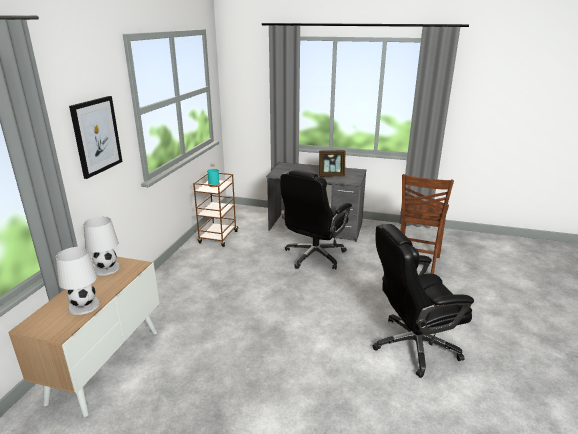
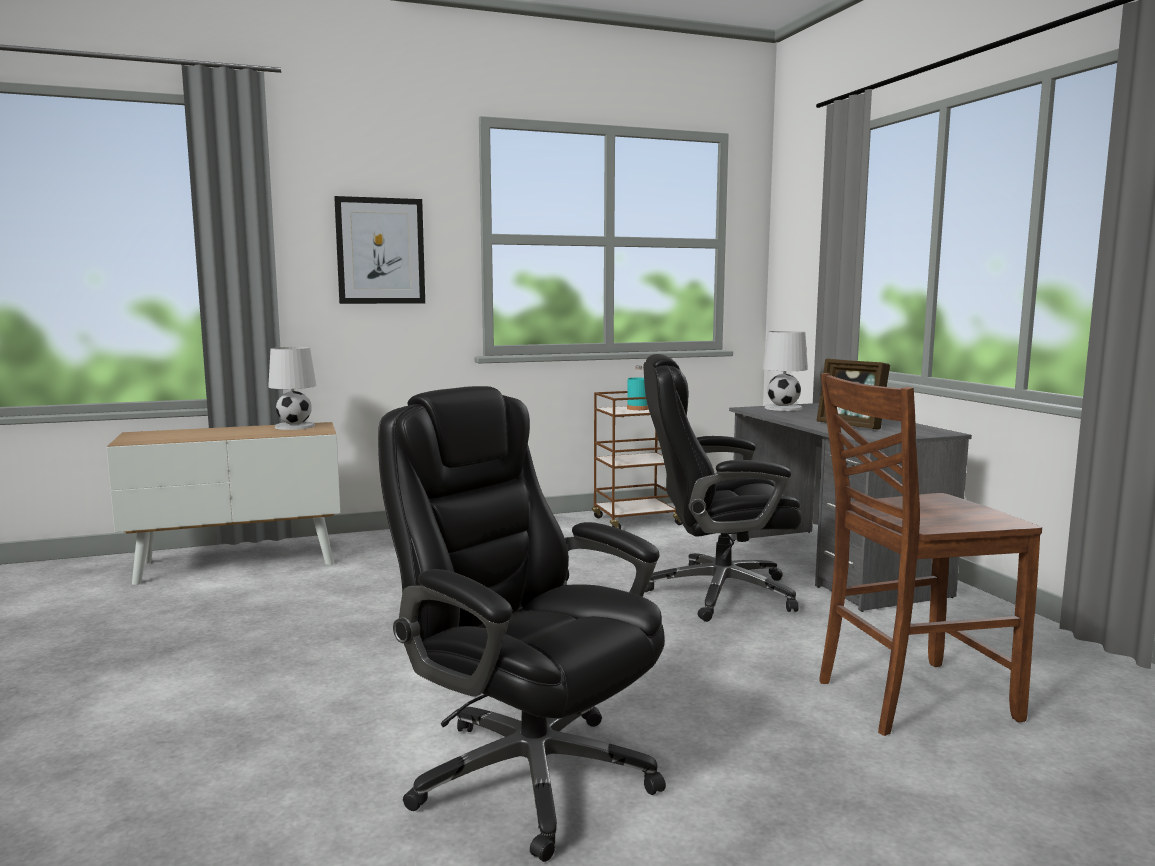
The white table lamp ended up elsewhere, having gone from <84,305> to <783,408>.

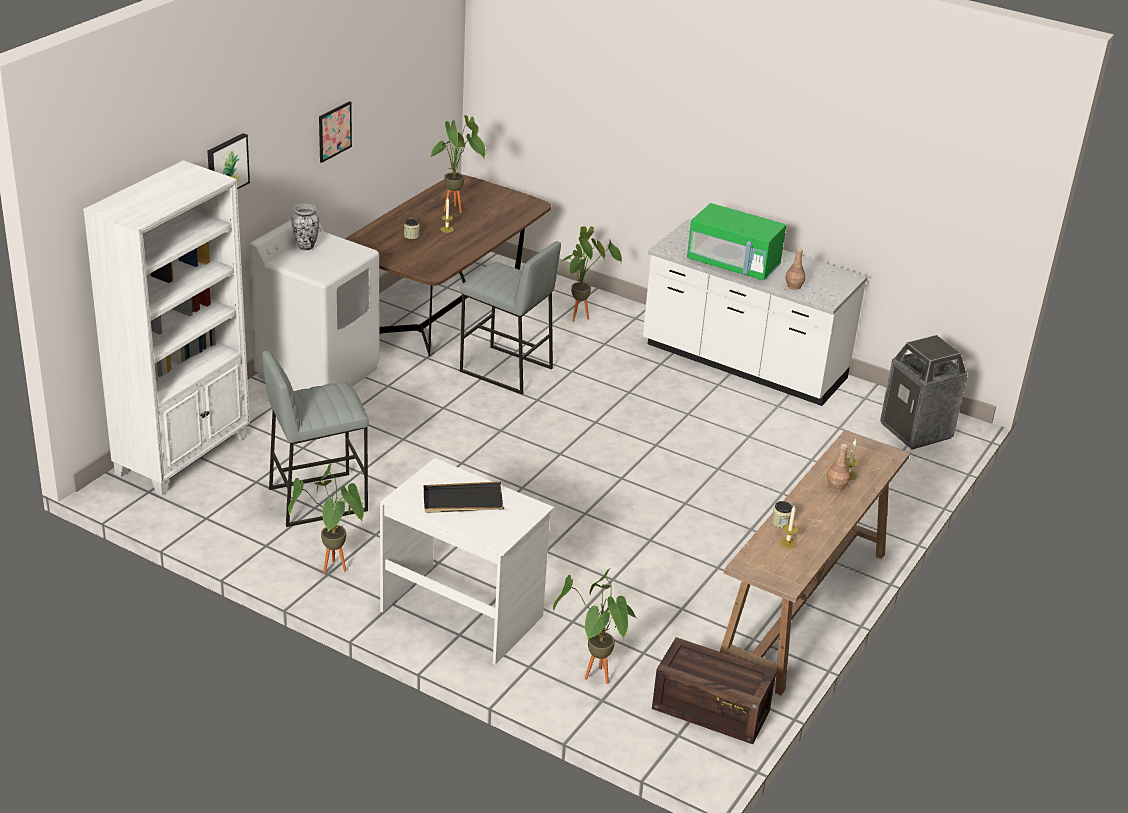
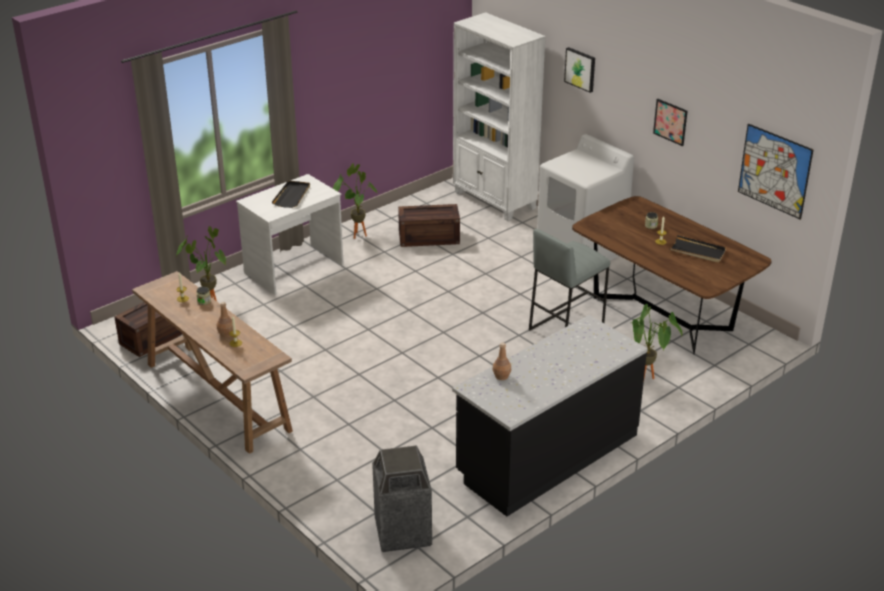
Where the potted plant stood at <458,209>, the black tray came to stand at <697,251>.
The second view lost the vase at <306,246>.
The second view lost the green microwave at <733,265>.
What was the white counter at <743,364> turned into the black counter at <547,455>.
Where the grey stool stood at <318,499>, the crate came to stand at <429,237>.
The second view gained the picture at <774,171>.

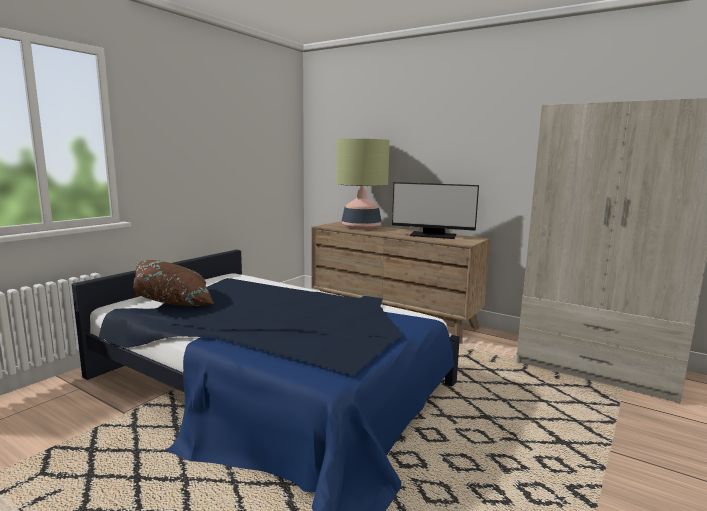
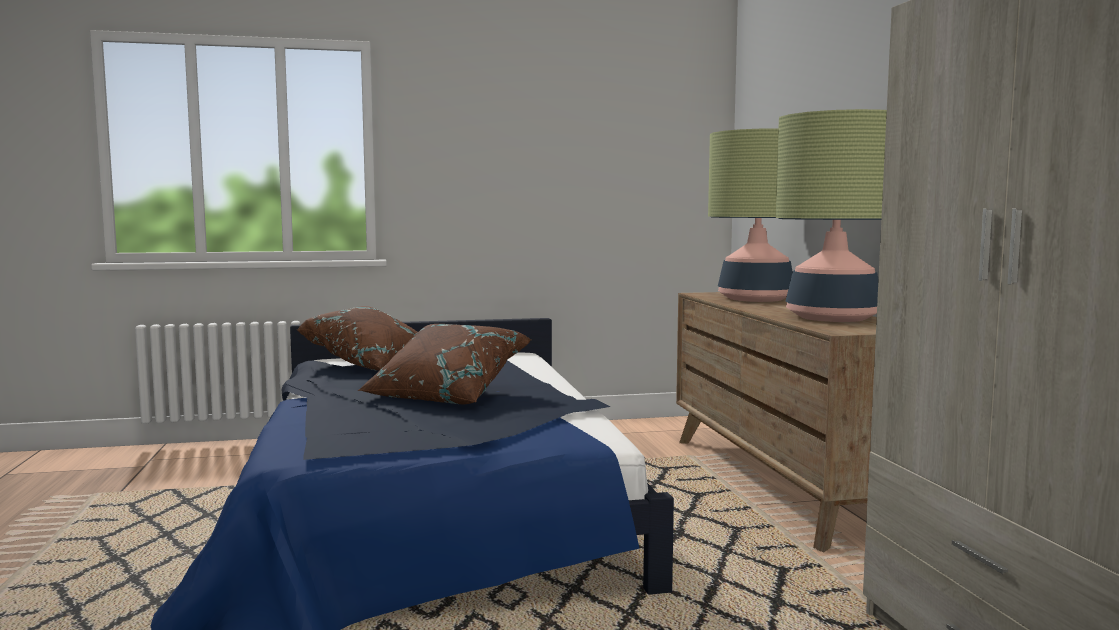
Where the monitor stood at <433,235>, the table lamp came to stand at <833,317>.
The second view gained the brown pillow at <446,394>.

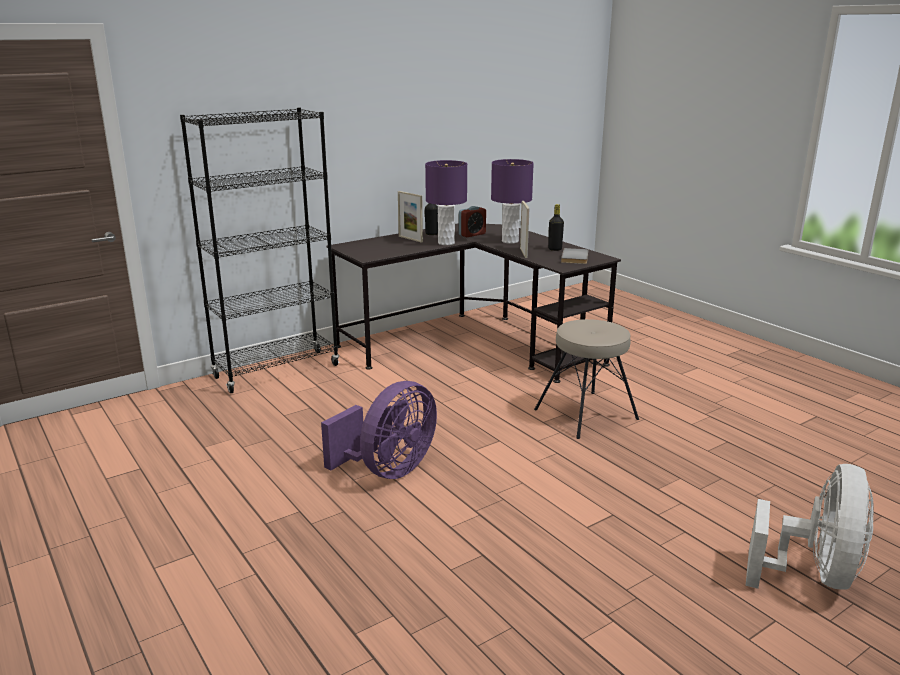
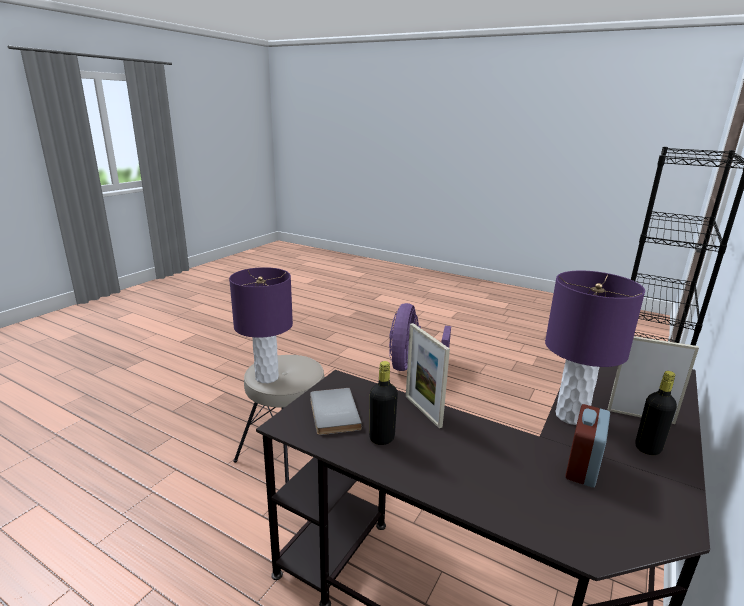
The purple table lamp ended up elsewhere, having gone from <510,241> to <266,377>.
The second view lost the white fan at <813,574>.

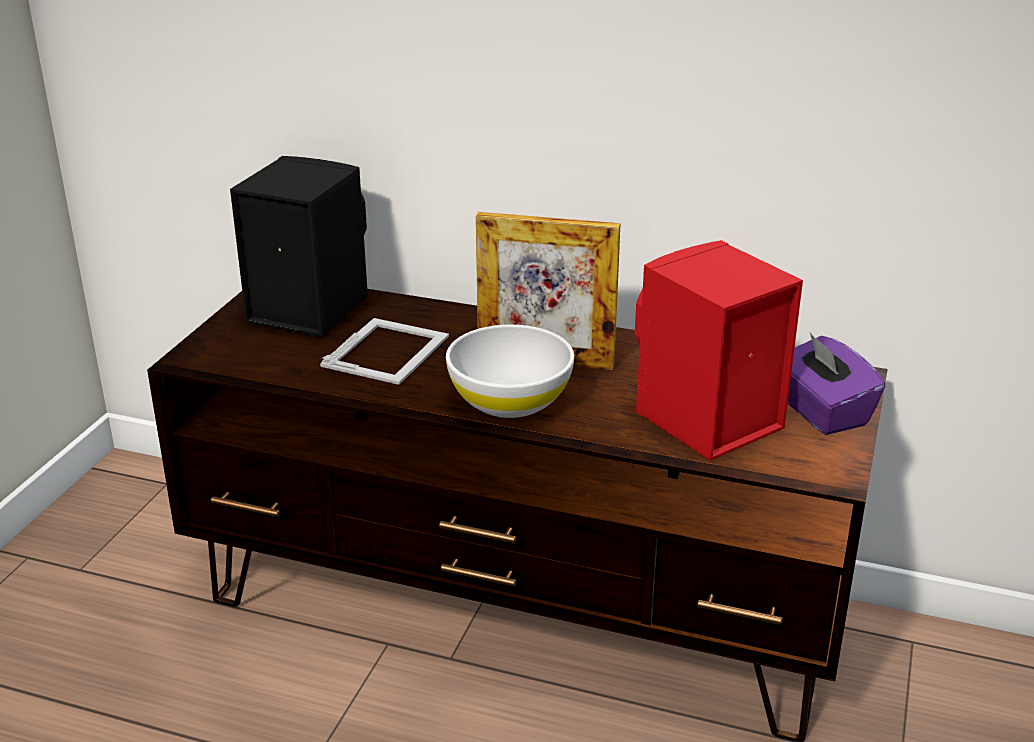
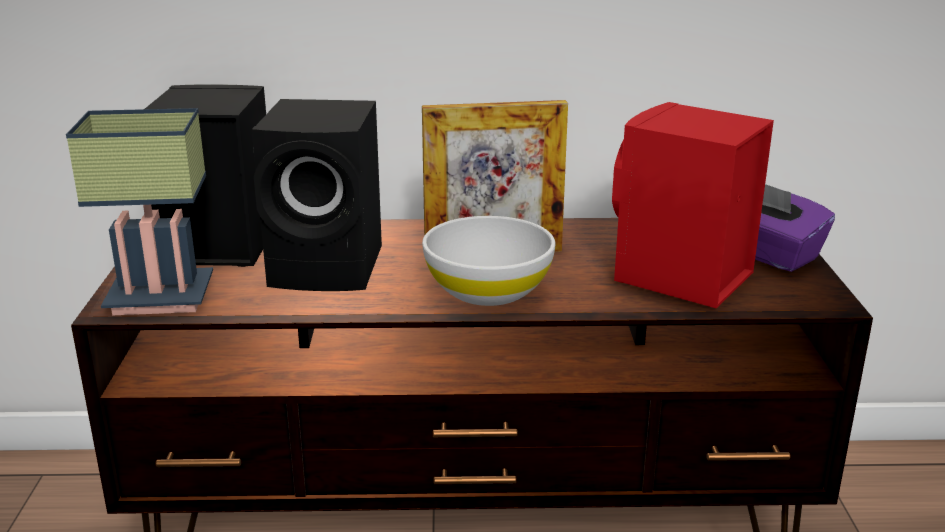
Where the picture frame stood at <387,350>, the black speaker came to stand at <331,267>.
The second view gained the table lamp at <155,300>.

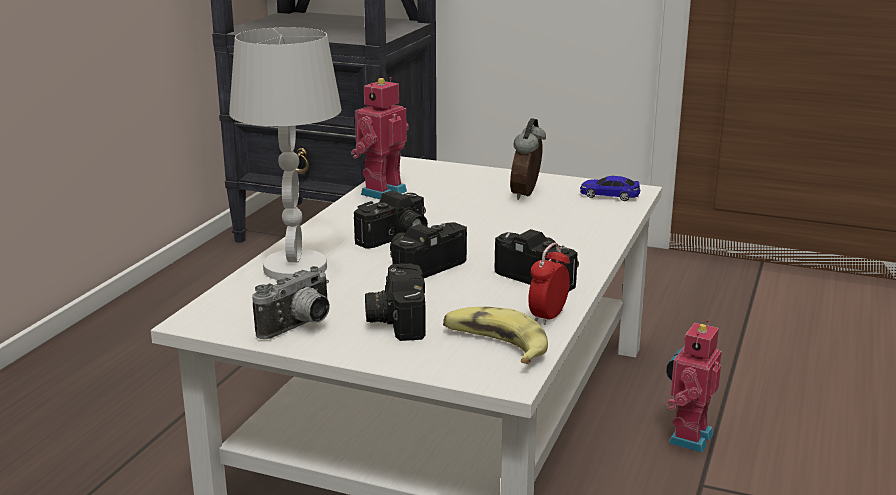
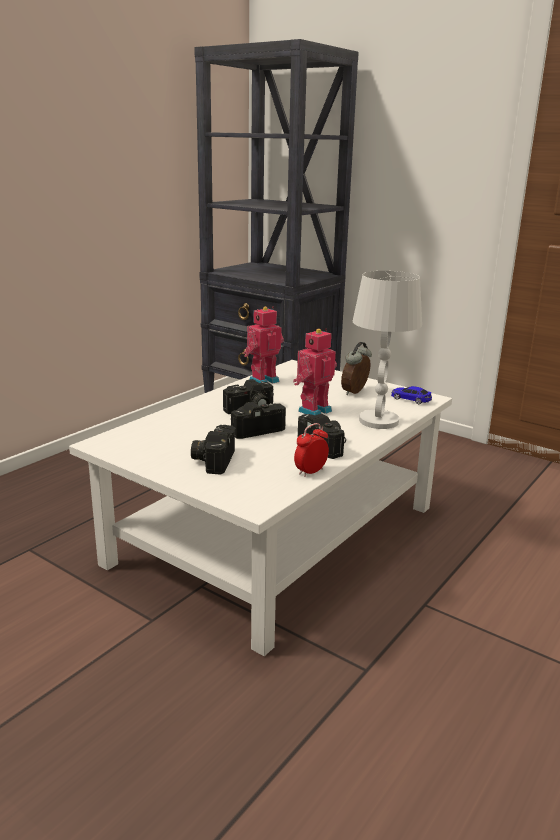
The white table lamp ended up elsewhere, having gone from <295,268> to <379,421>.
The second view lost the photo camera at <300,327>.
The second view lost the banana at <495,345>.
The toy robot ended up elsewhere, having gone from <687,437> to <313,410>.

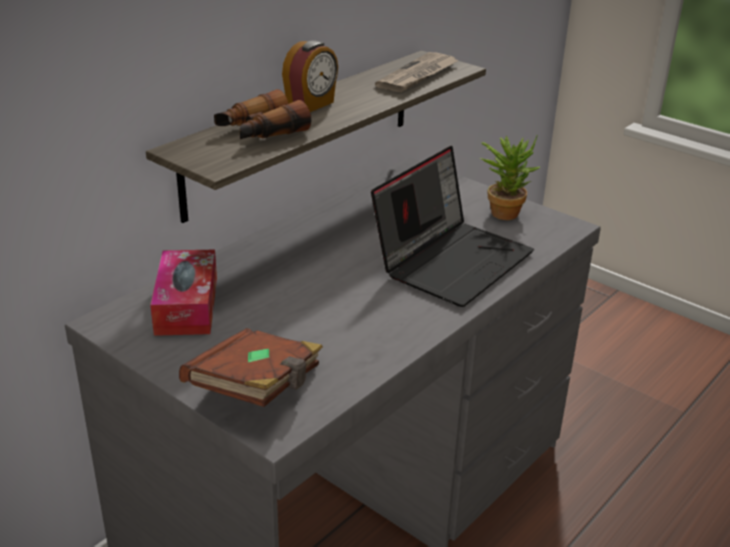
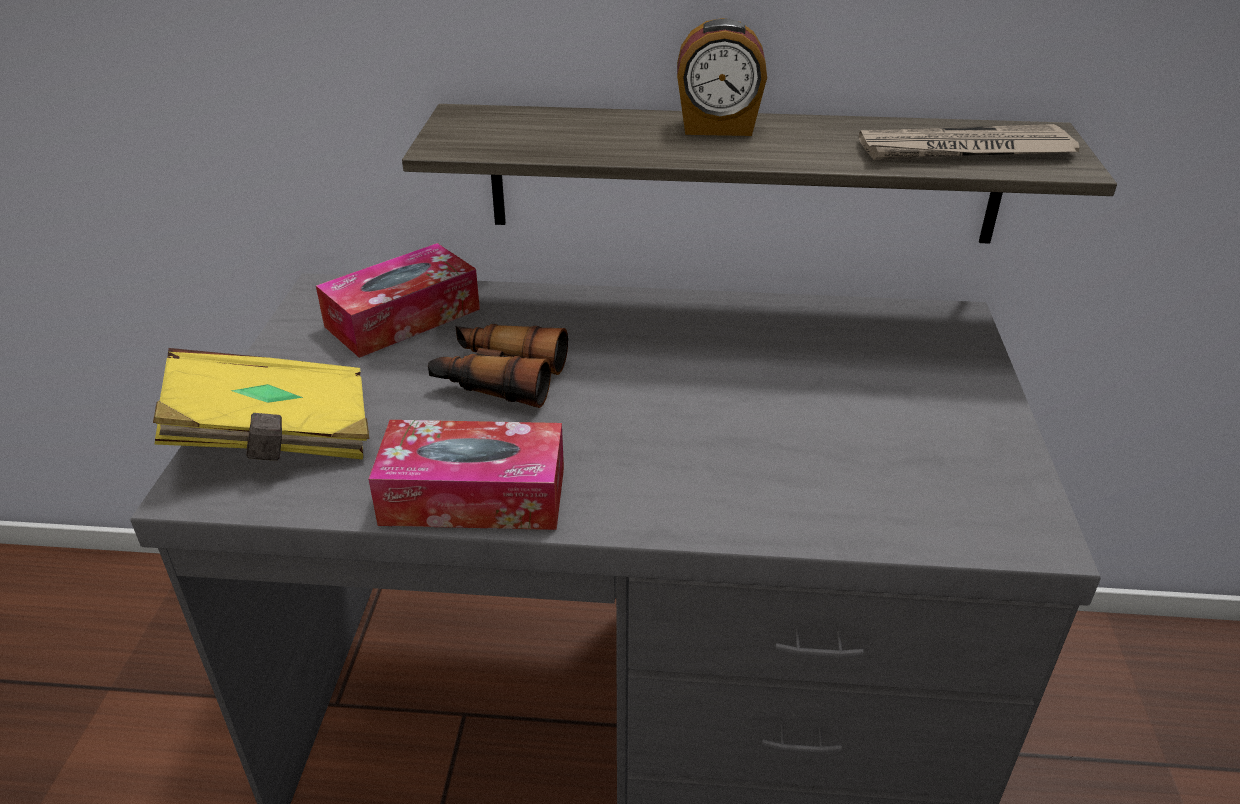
The binoculars ended up elsewhere, having gone from <260,132> to <498,378>.
The second view lost the potted plant at <504,211>.
The second view lost the laptop at <452,260>.
What was the brown book at <258,388> turned into the yellow book at <274,438>.
The second view gained the tissue box at <473,496>.

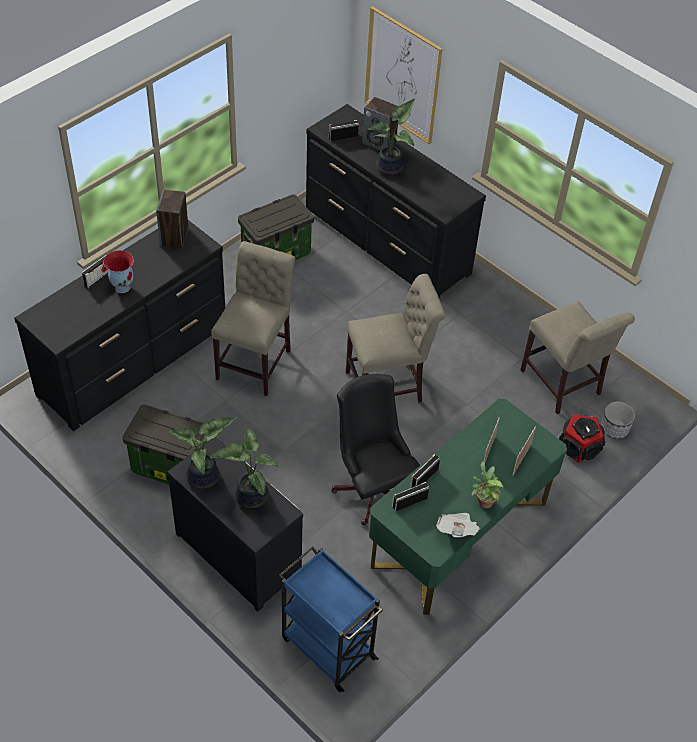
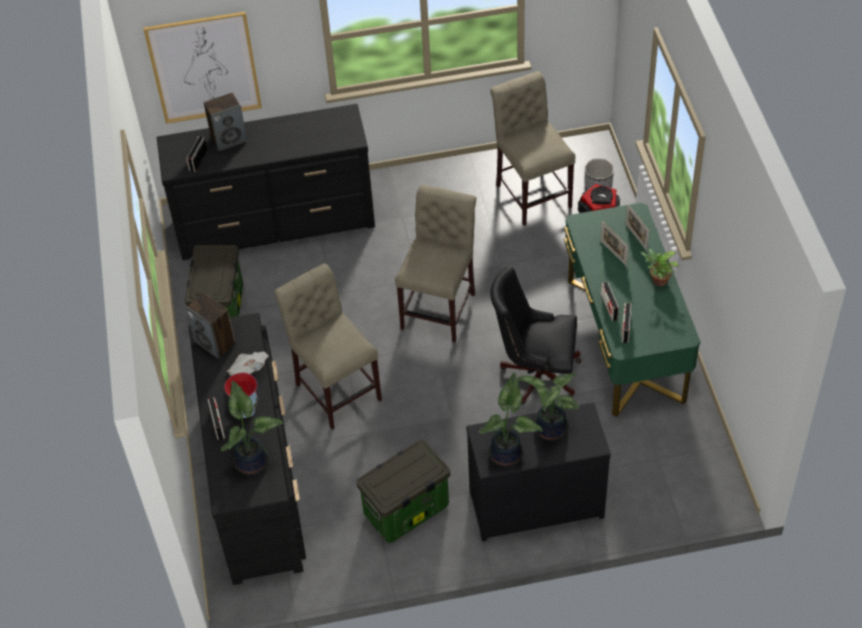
The potted plant ended up elsewhere, having gone from <391,168> to <253,460>.
The beige chair at <562,385> ended up facing another way, 120 degrees counterclockwise from before.
The newspaper ended up elsewhere, having gone from <457,530> to <249,370>.
The second view lost the blue cart at <327,647>.

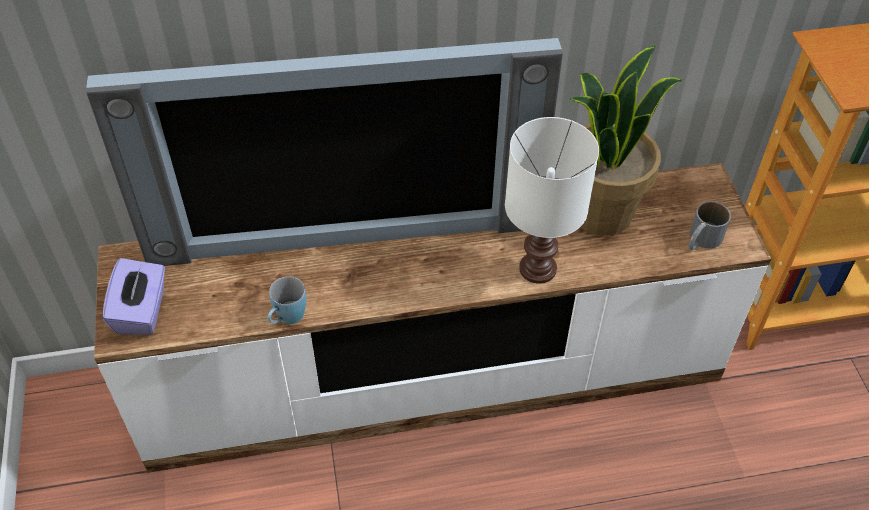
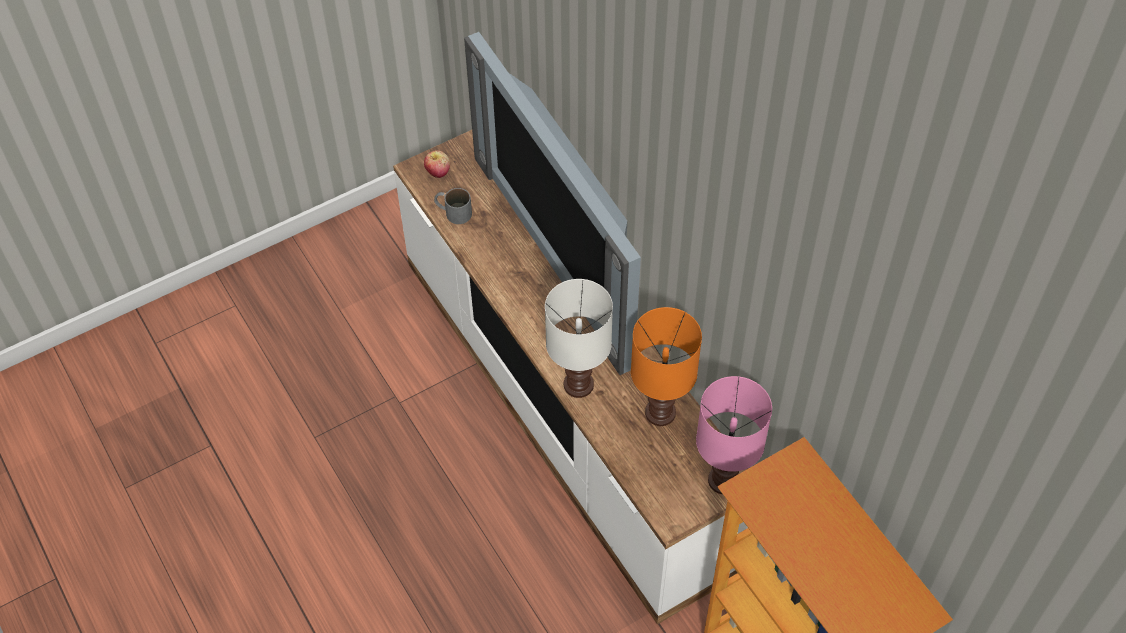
Where the potted plant stood at <601,211>, the orange table lamp came to stand at <659,412>.
The grey mug ended up elsewhere, having gone from <701,240> to <453,212>.
Where the purple tissue box stood at <142,311>, the apple came to stand at <438,172>.
The second view lost the blue mug at <287,318>.
The second view gained the pink table lamp at <722,480>.

